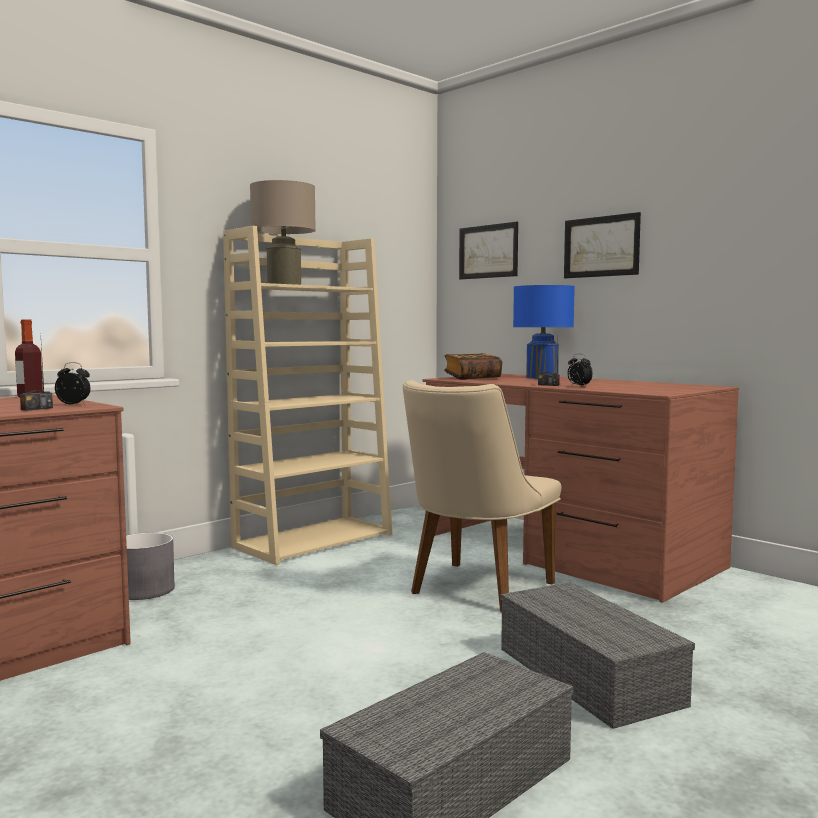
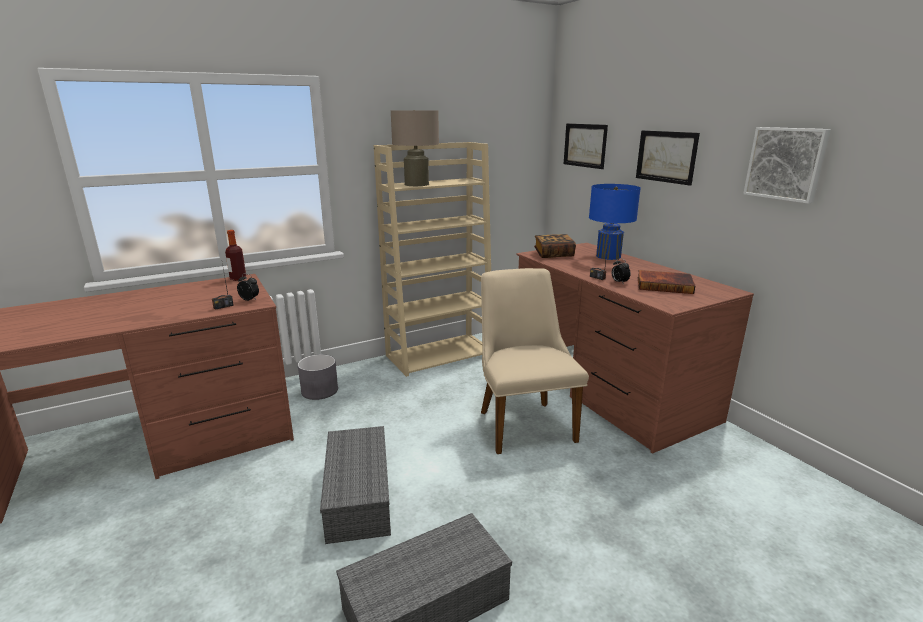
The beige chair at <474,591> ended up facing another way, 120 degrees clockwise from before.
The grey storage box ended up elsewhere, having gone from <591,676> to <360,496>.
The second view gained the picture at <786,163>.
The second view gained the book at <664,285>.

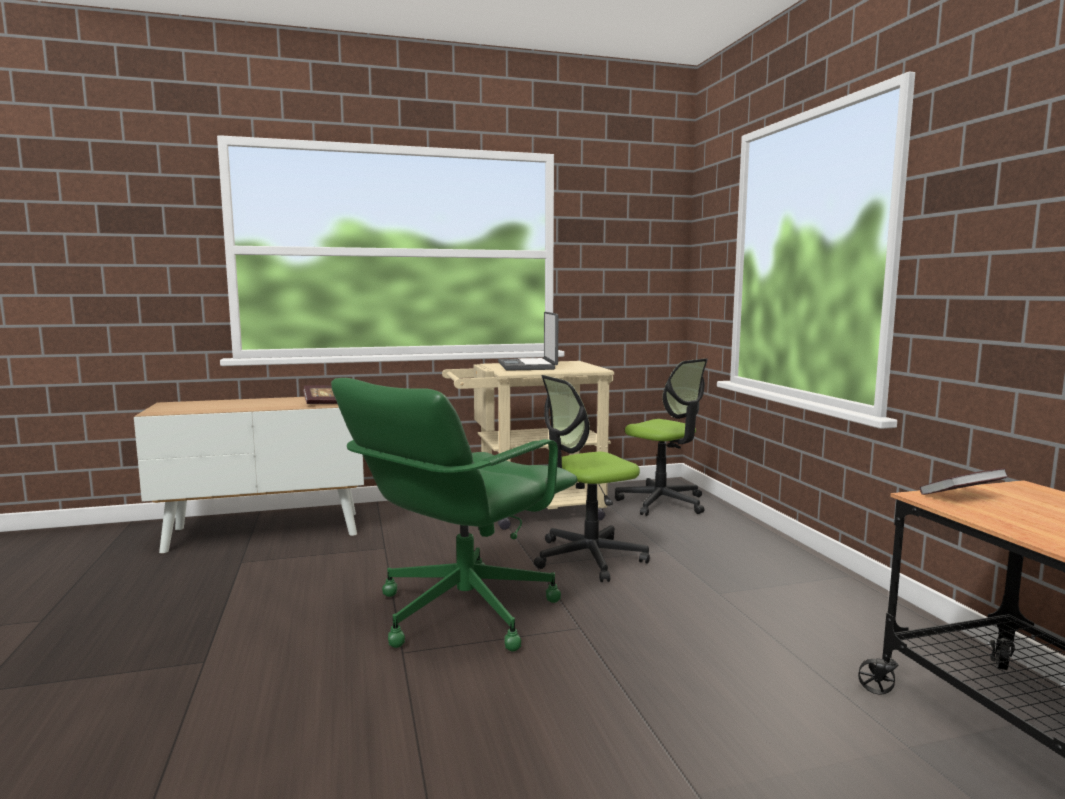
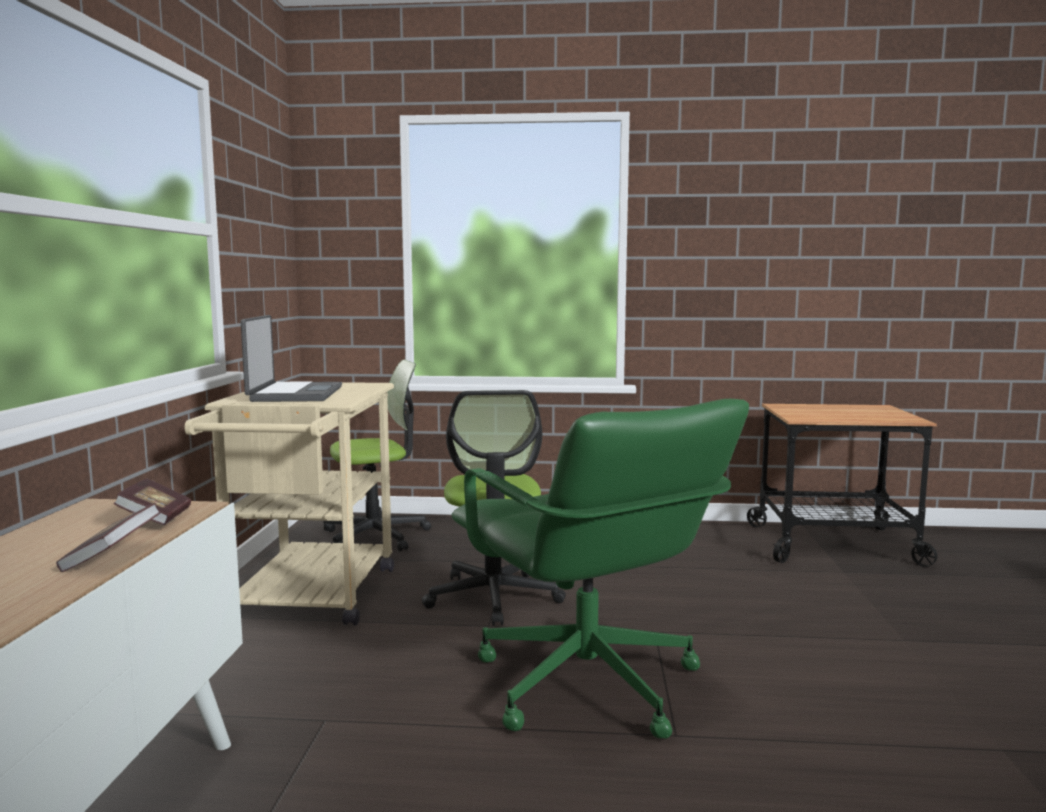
The laptop at <528,366> ended up facing another way, 105 degrees counterclockwise from before.
The book ended up elsewhere, having gone from <961,496> to <112,556>.

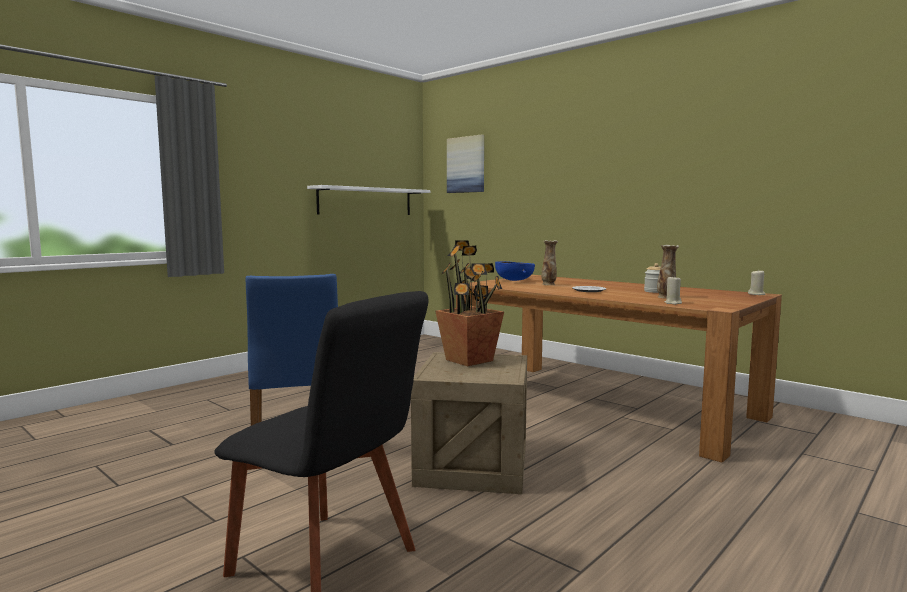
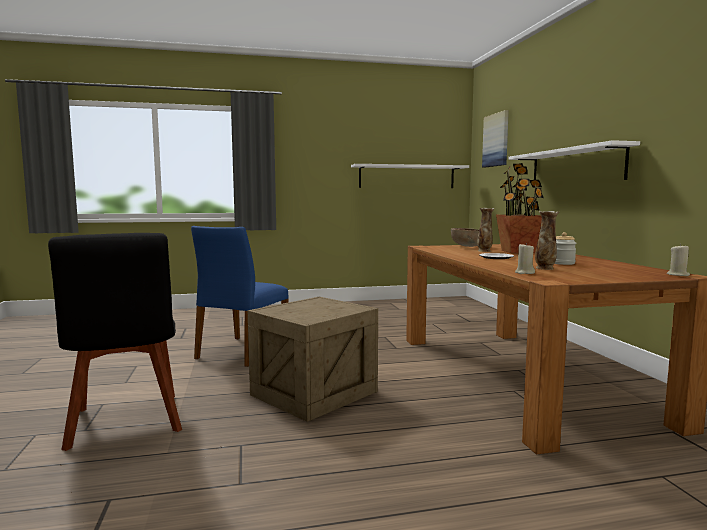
The potted plant ended up elsewhere, having gone from <470,360> to <518,251>.
What was the blue bowl at <514,281> turned into the brown bowl at <468,246>.
The second view gained the white shelf at <575,166>.

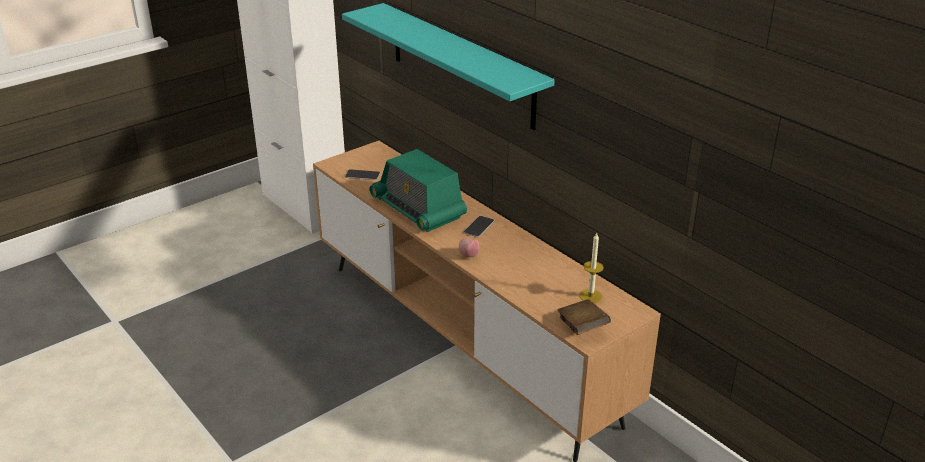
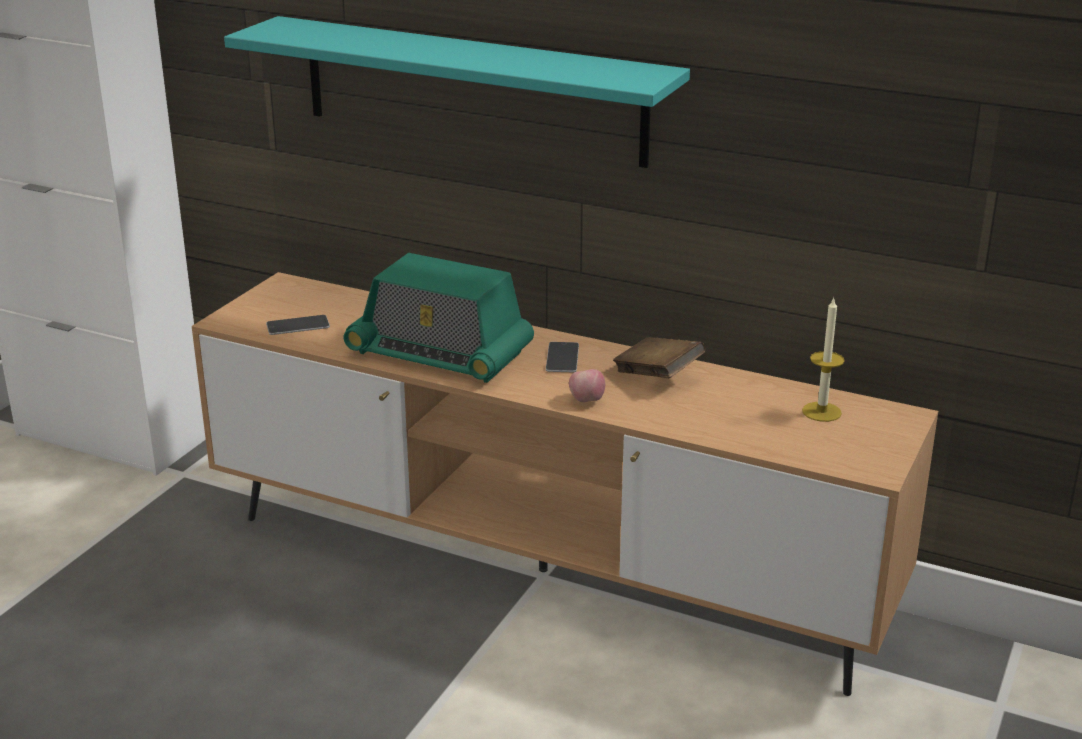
The brown book ended up elsewhere, having gone from <582,327> to <657,376>.

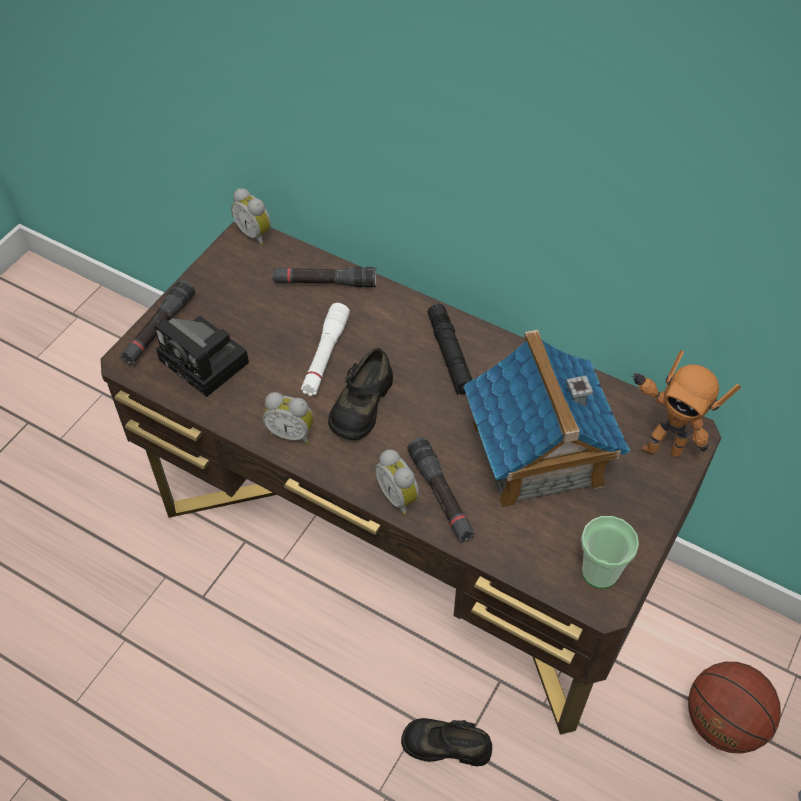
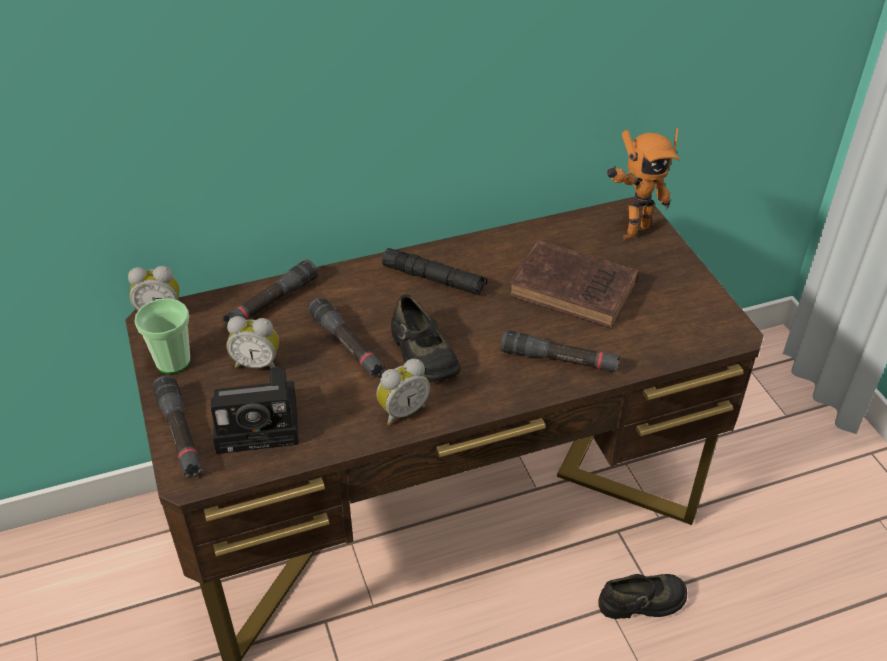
What was the white flashlight at <325,355> turned into the black flashlight at <347,345>.
Where the toy house stood at <537,455>, the brown book came to stand at <576,290>.
The alarm clock ended up elsewhere, having gone from <399,496> to <257,363>.
The cup ended up elsewhere, having gone from <600,572> to <173,361>.
The second view lost the basketball at <722,722>.
The black shoe at <446,744> ended up facing another way, 150 degrees counterclockwise from before.

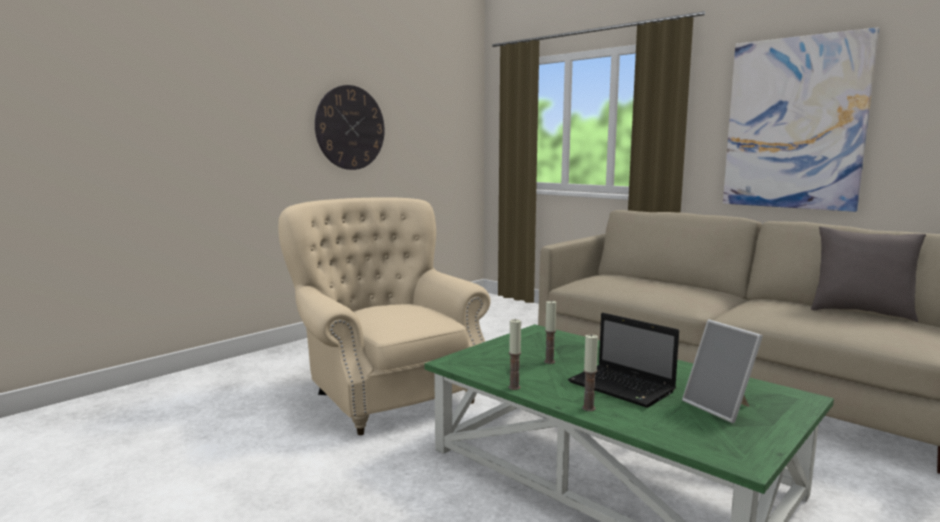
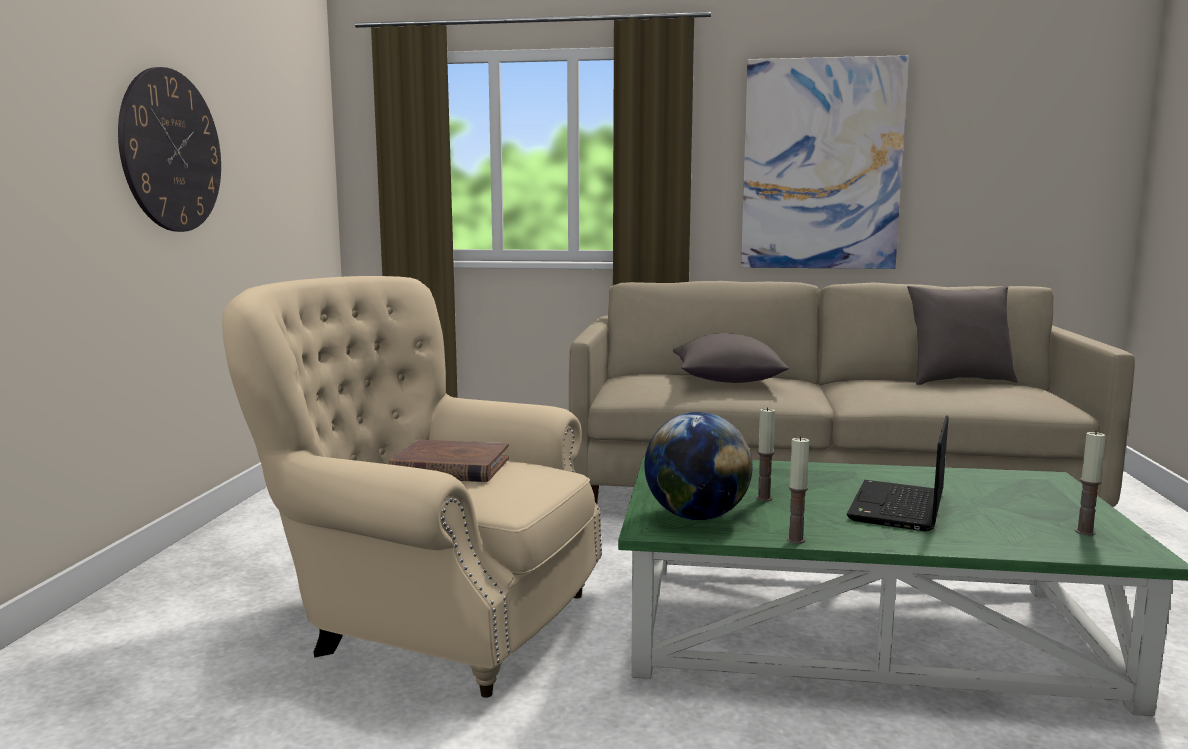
The laptop at <623,387> ended up facing another way, 105 degrees clockwise from before.
The second view lost the picture frame at <720,408>.
The candle ended up elsewhere, having gone from <588,408> to <1085,532>.
The second view gained the grey pillow at <726,381>.
The second view gained the globe at <696,517>.
The second view gained the brown book at <450,467>.

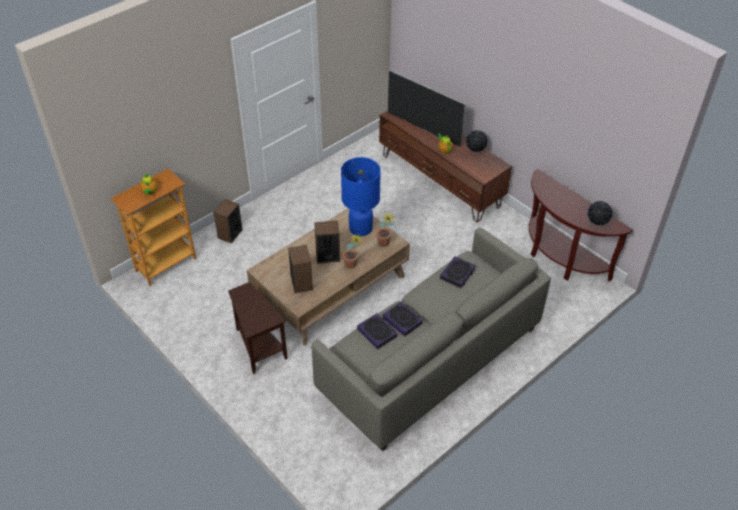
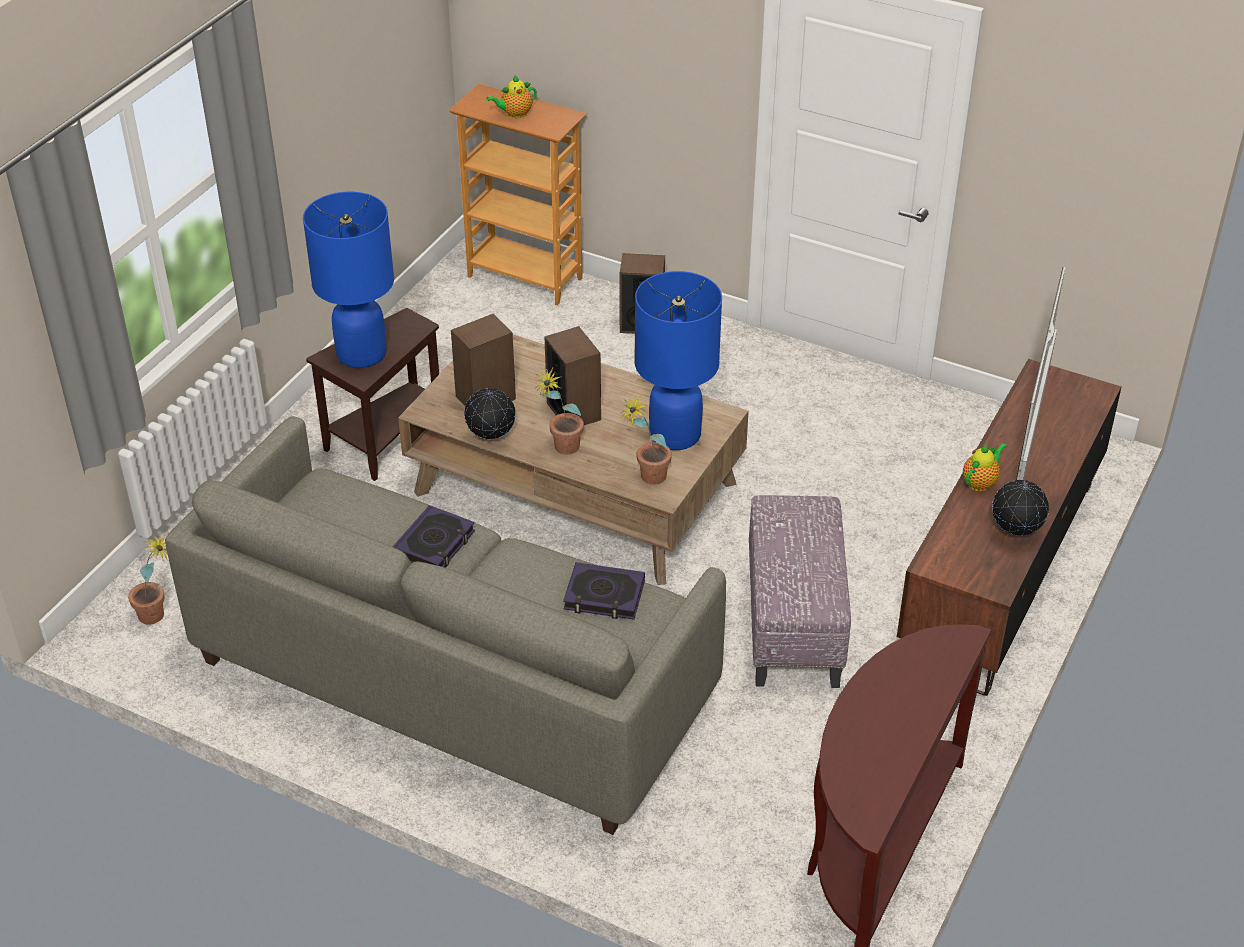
The globe ended up elsewhere, having gone from <596,224> to <491,438>.
The second view lost the book at <377,333>.
The second view gained the blue table lamp at <361,353>.
The second view gained the ottoman at <795,624>.
The second view gained the potted plant at <158,617>.

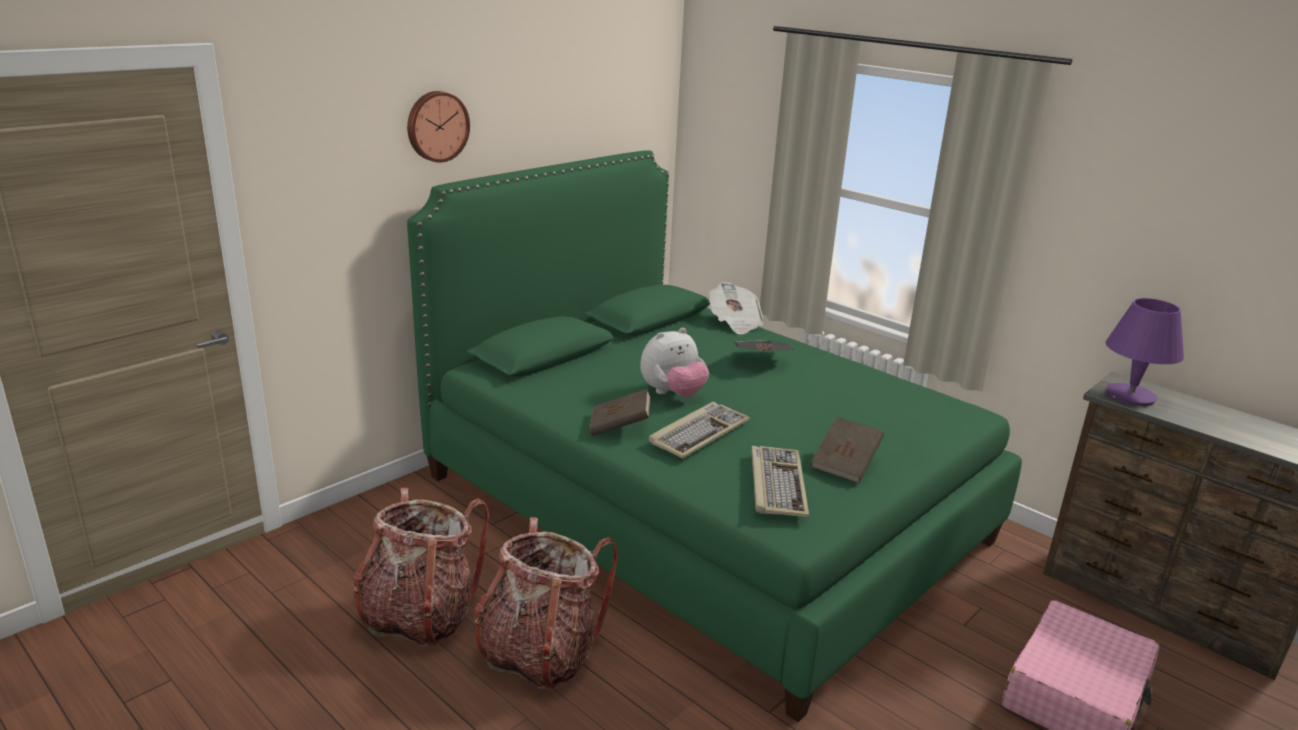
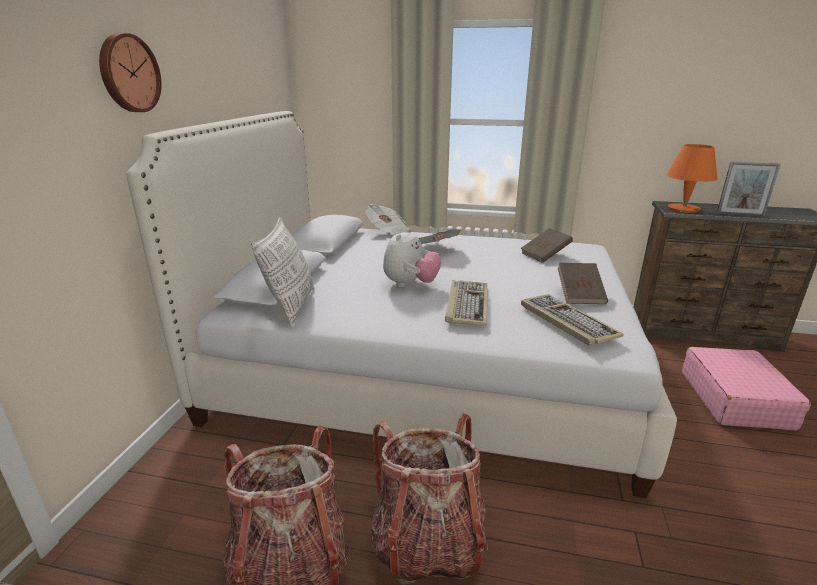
What was the green bed at <701,508> turned into the white bed at <426,369>.
What was the purple table lamp at <1130,396> turned into the orange table lamp at <683,209>.
The brown book ended up elsewhere, having gone from <619,427> to <545,255>.
The second view gained the picture frame at <740,214>.
The second view gained the pillow at <291,307>.

